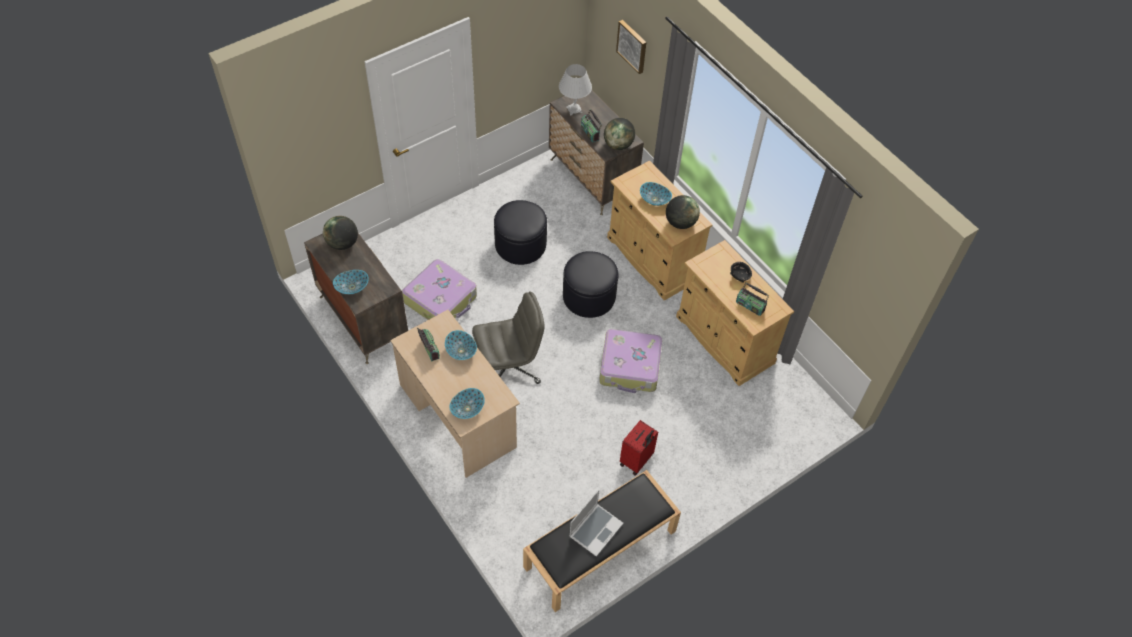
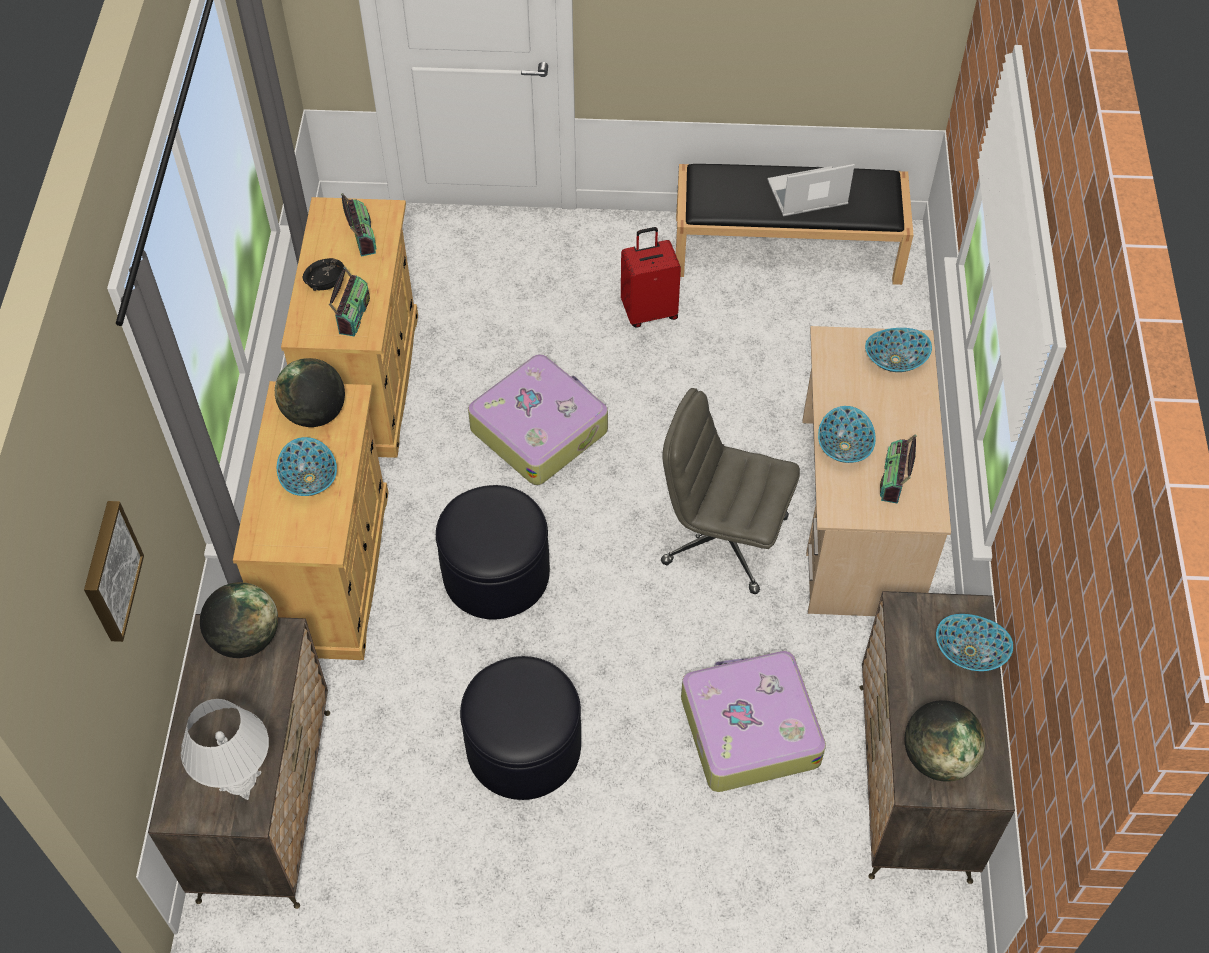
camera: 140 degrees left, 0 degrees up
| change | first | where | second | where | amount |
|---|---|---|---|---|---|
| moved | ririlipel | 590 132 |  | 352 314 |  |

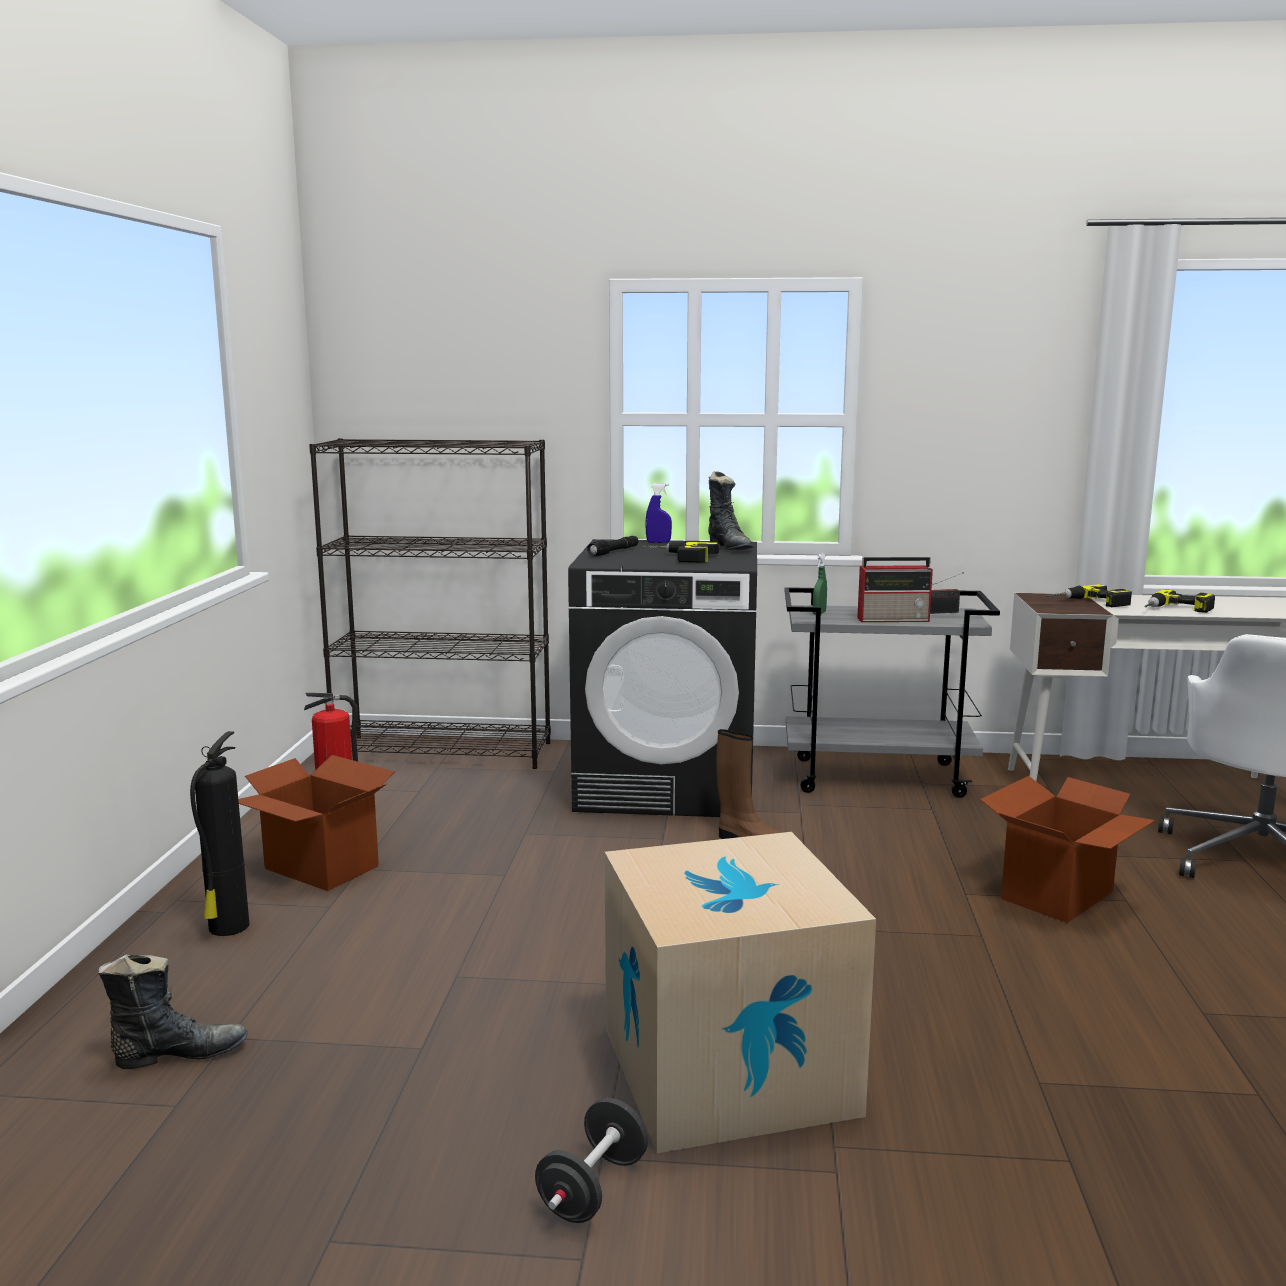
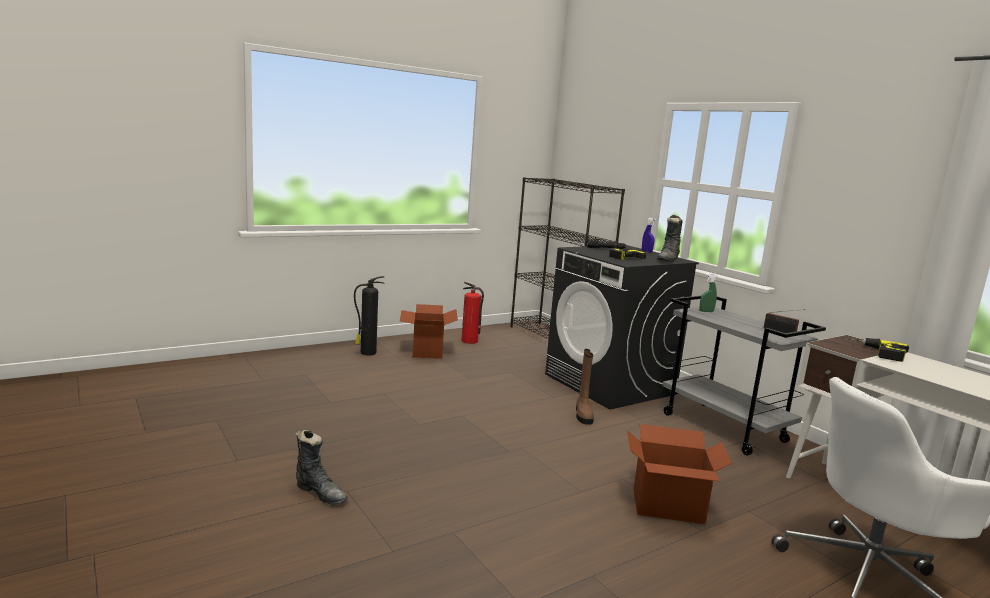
camera: 50 degrees right, 0 degrees up
| change | first | where | second | where | amount |
|---|---|---|---|---|---|
| removed | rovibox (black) | 593 1189 |  |  |  |
| removed | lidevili | 728 1070 |  |  |  |
| removed | ririlipel | 894 619 |  |  |  |
| removed | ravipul | 1176 610 |  |  |  |
| moved | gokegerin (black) | 178 1054 |  | 320 493 |  |

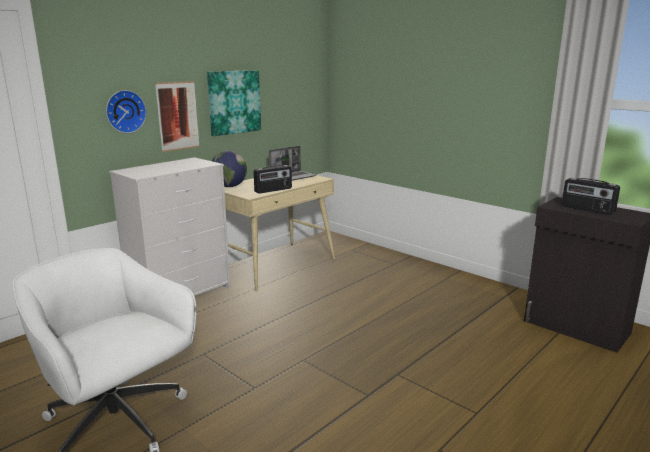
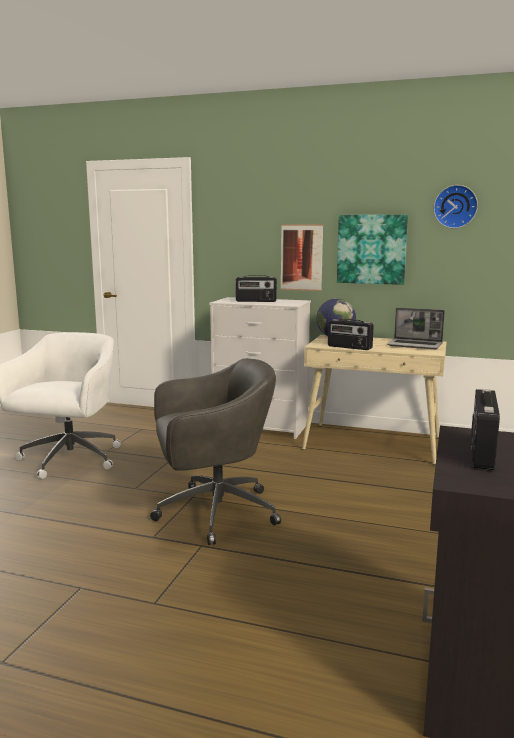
camera: 65 degrees right, 5 degrees down
| change | first | where | second | where | amount |
|---|---|---|---|---|---|
| added |  |  | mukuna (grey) | 213 513 |  |
| added |  |  | ririlipel | 256 301 |  |
| moved | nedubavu | 125 111 |  | 455 206 |  |

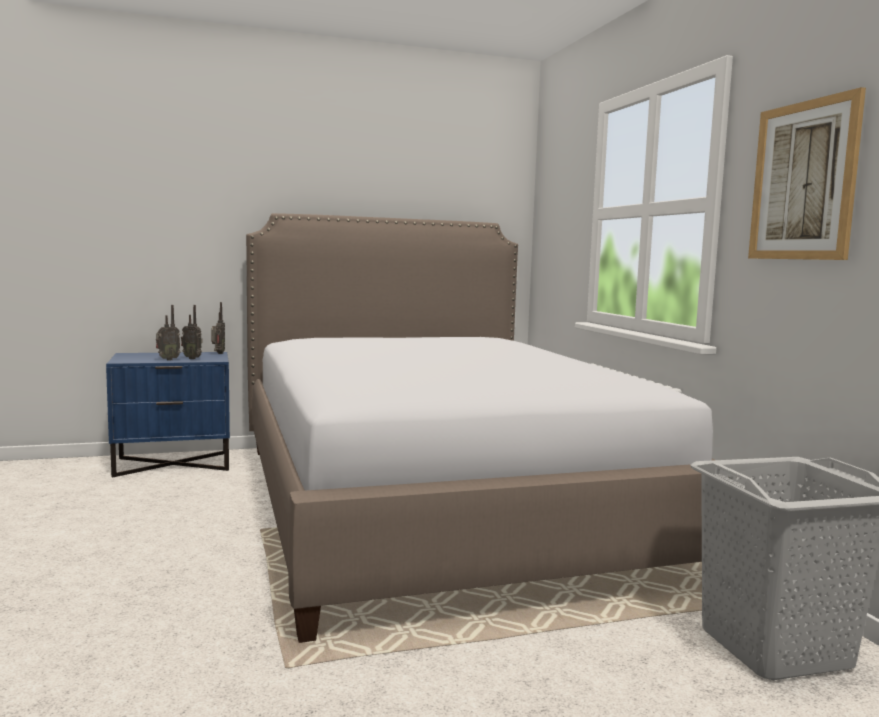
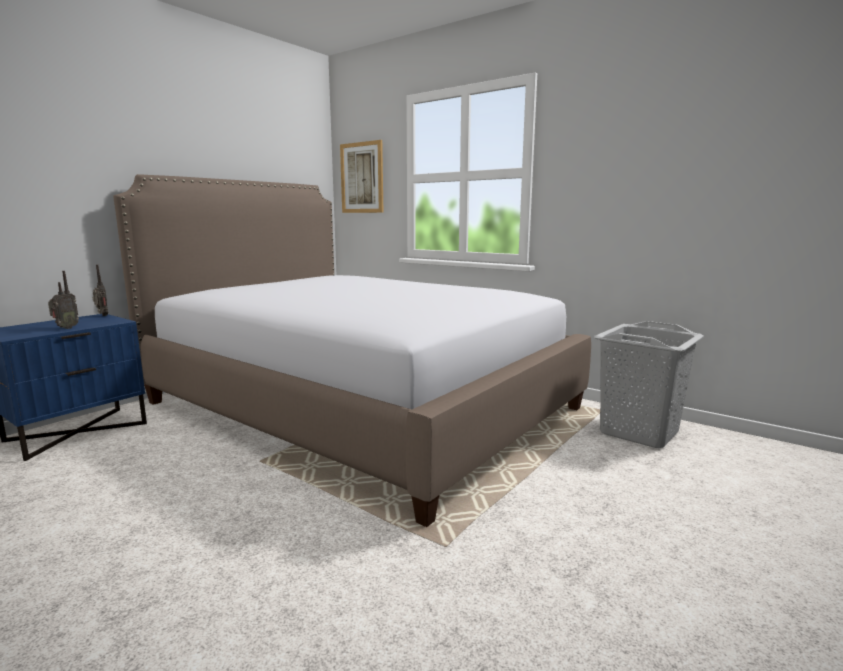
camera: 35 degrees left, 5 degrees up
| change | first | where | second | where | amount |
|---|---|---|---|---|---|
| removed | ririlipel | 193 358 |  |  |  |
| moved | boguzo | 803 181 |  | 362 178 |  |

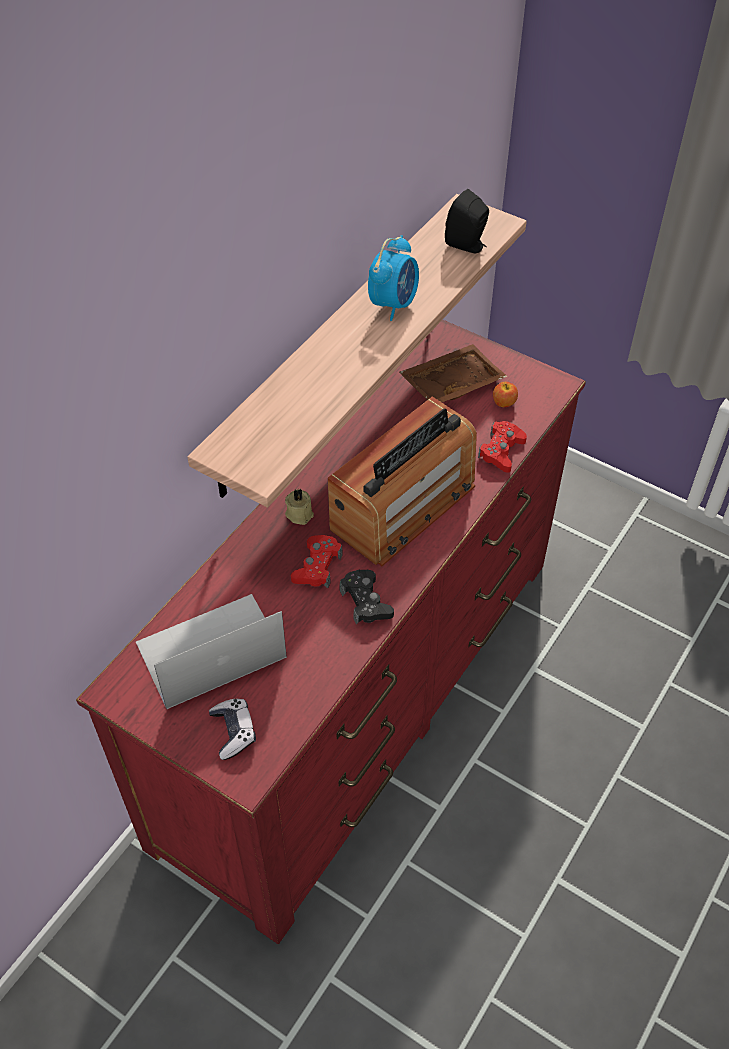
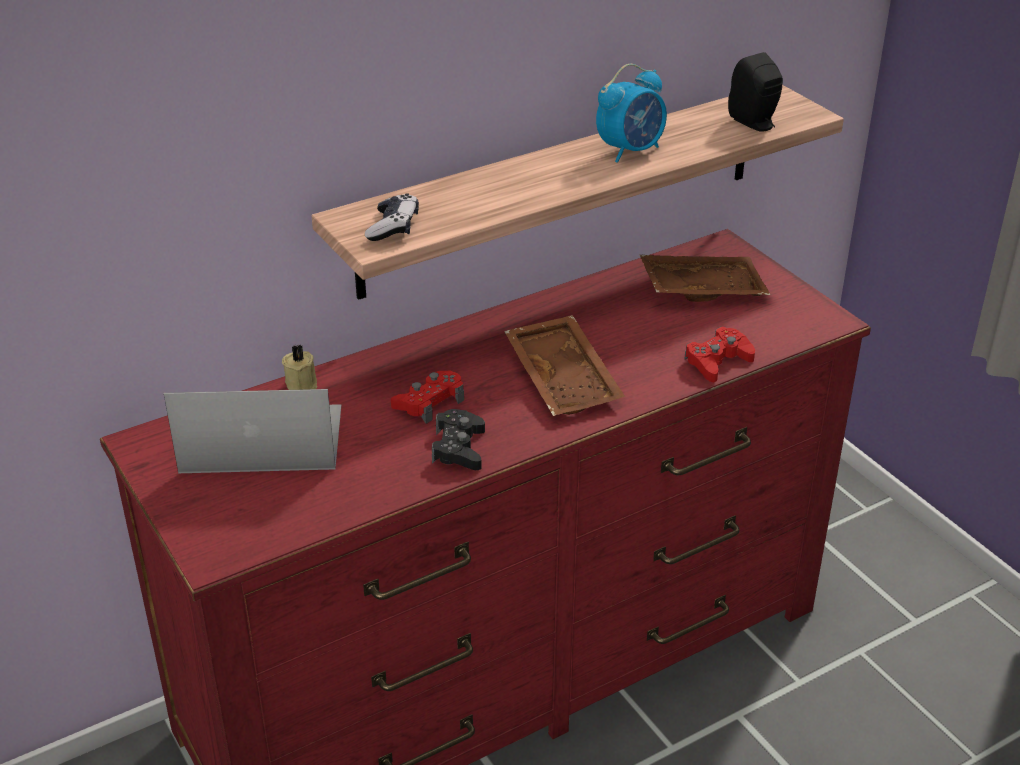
camera: 25 degrees right, 15 degrees down
| change | first | where | second | where | amount |
|---|---|---|---|---|---|
| removed | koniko | 504 402 |  |  |  |
| moved | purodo | 233 732 |  | 393 227 |  |
| moved | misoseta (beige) | 299 513 |  | 302 383 |  |
| replaced | ririlipel | 403 507 | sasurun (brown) | 565 379 |  |

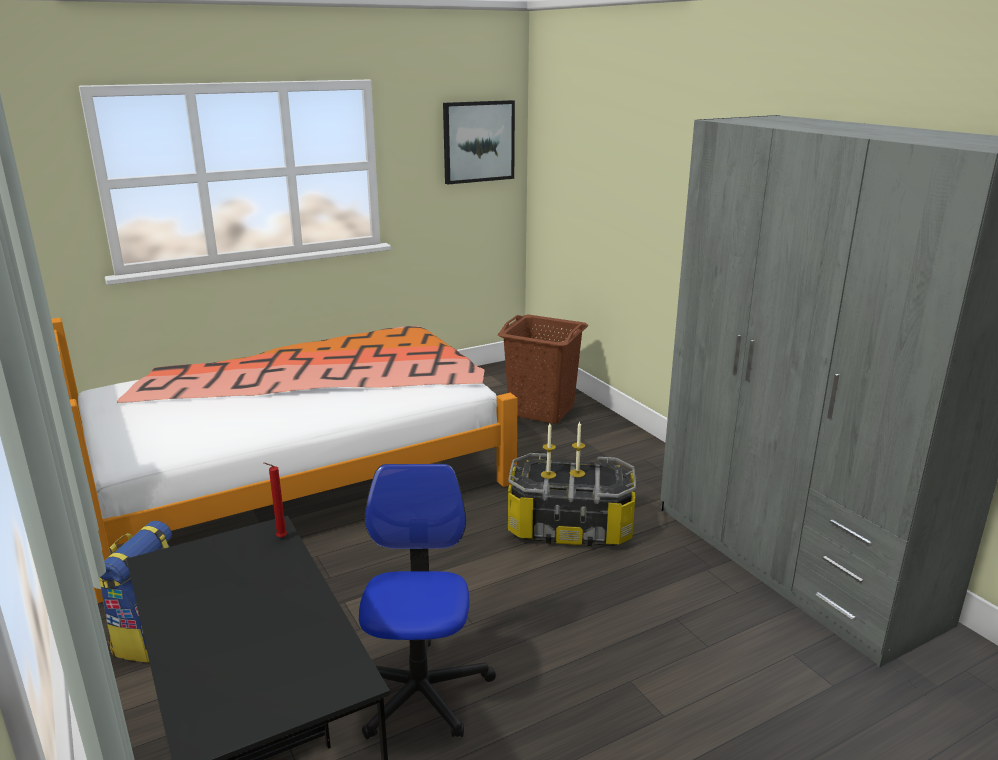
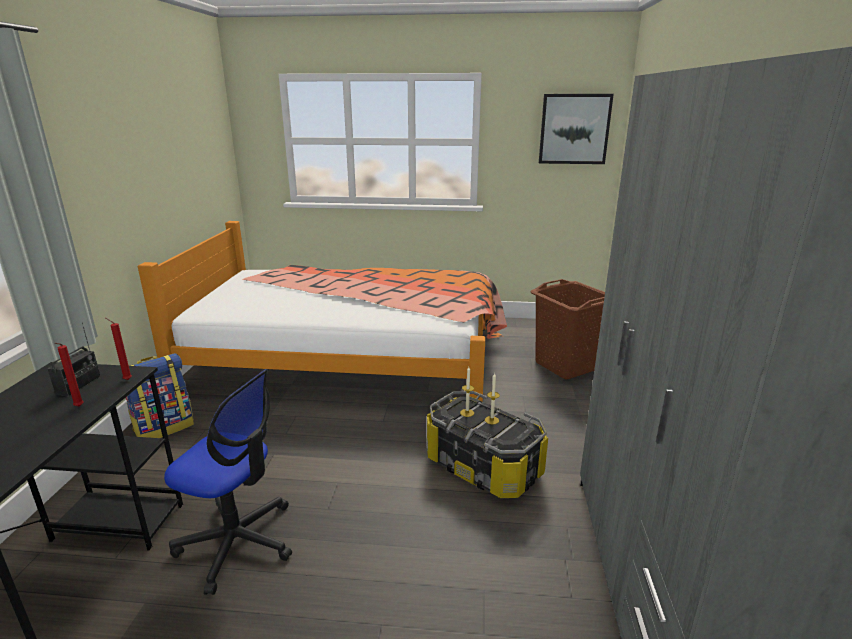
camera: 35 degrees right, 0 degrees up
| change | first | where | second | where | amount |
|---|---|---|---|---|---|
| added |  |  | ririlipel | 79 385 |  |
| added |  |  | misoseta (red) | 78 407 |  |
| turned | mukuna | 420 692 |  | 238 542 | 75 degrees clockwise |

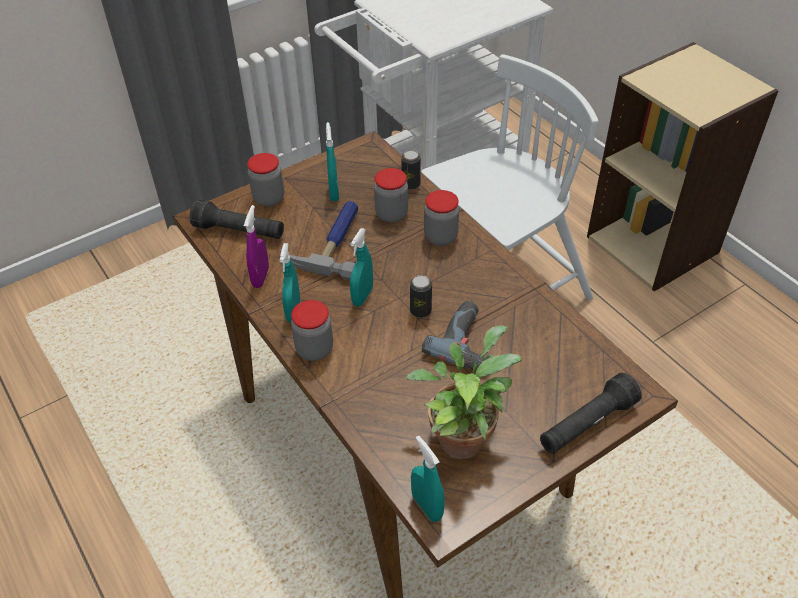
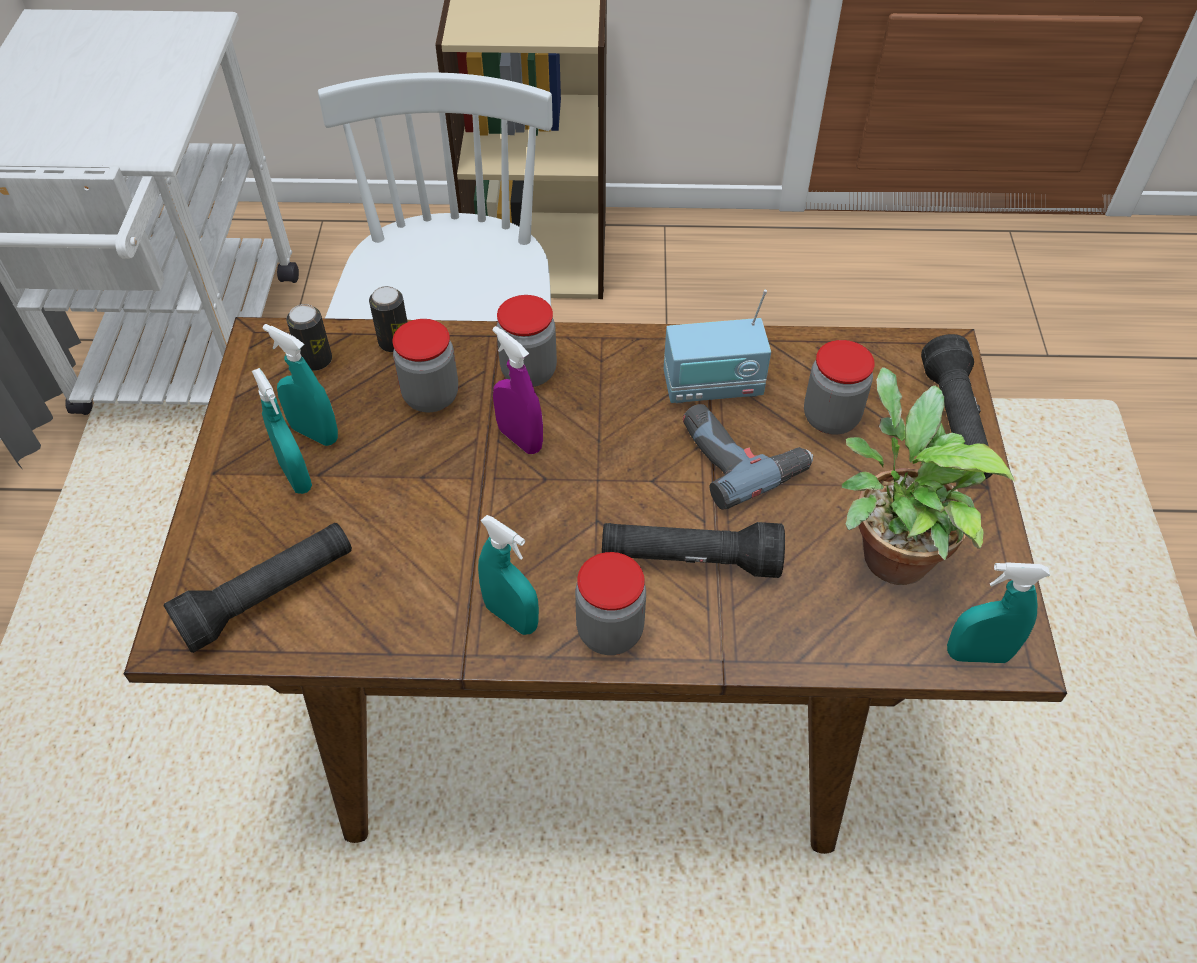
camera: 55 degrees left, 5 degrees up
| change | first | where | second | where | amount |
|---|---|---|---|---|---|
| removed | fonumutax | 332 241 |  |  |  |
| added |  |  | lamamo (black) | 690 560 |  |
| added |  |  | ririlipel | 712 387 |  |
| moved | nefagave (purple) | 260 277 |  | 520 439 |  |
| moved | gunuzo | 269 198 |  | 830 418 |  |
| moved | nefagave (turquoise) | 362 296 |  | 296 476 |  |
| moved | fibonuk | 420 310 |  | 316 360 |  |

